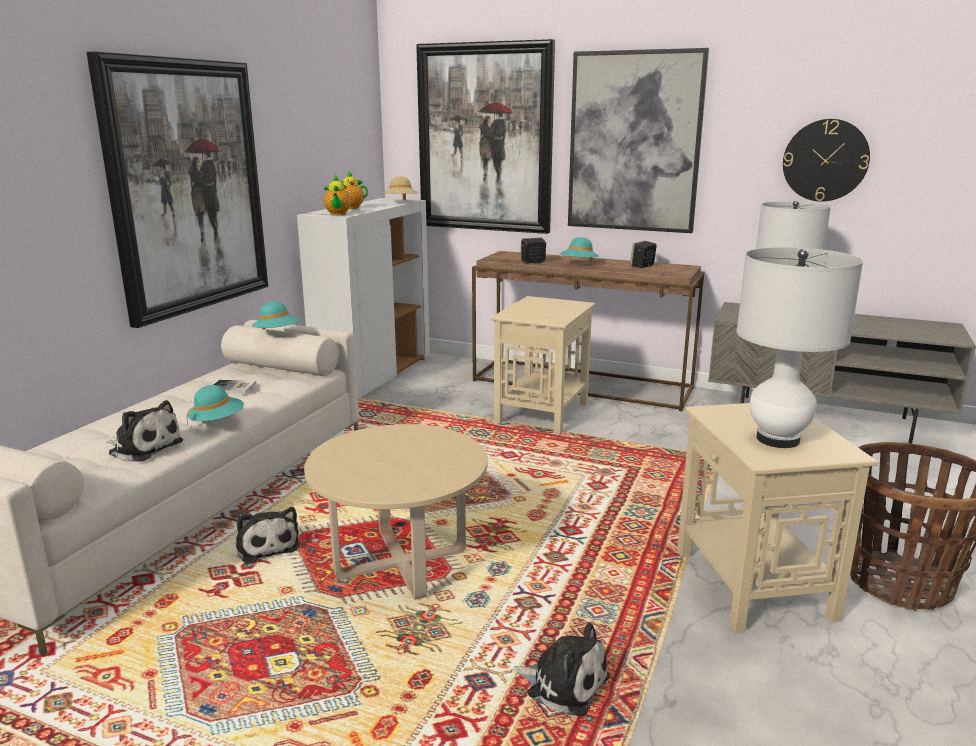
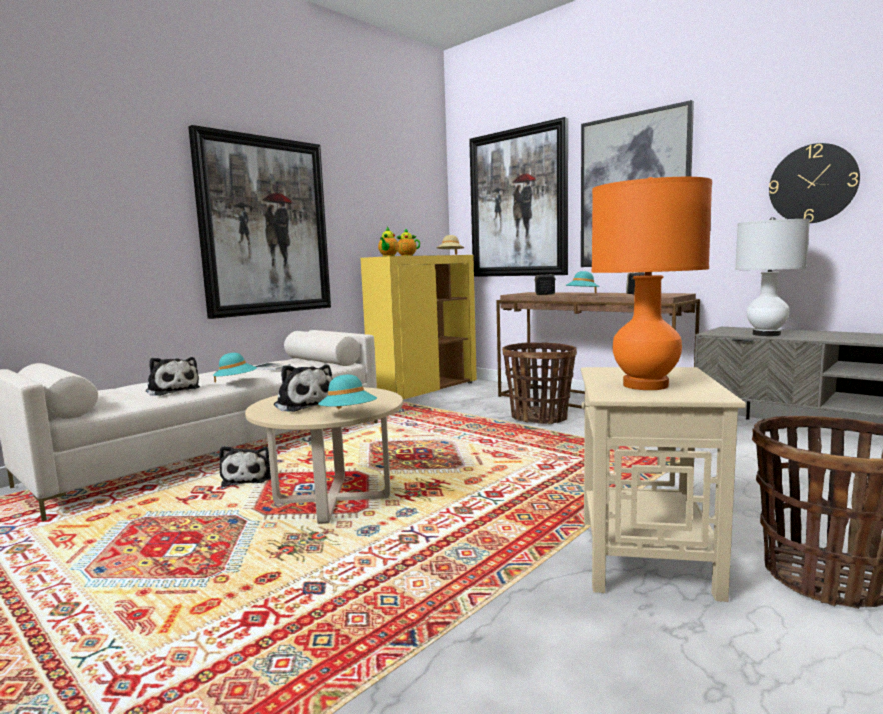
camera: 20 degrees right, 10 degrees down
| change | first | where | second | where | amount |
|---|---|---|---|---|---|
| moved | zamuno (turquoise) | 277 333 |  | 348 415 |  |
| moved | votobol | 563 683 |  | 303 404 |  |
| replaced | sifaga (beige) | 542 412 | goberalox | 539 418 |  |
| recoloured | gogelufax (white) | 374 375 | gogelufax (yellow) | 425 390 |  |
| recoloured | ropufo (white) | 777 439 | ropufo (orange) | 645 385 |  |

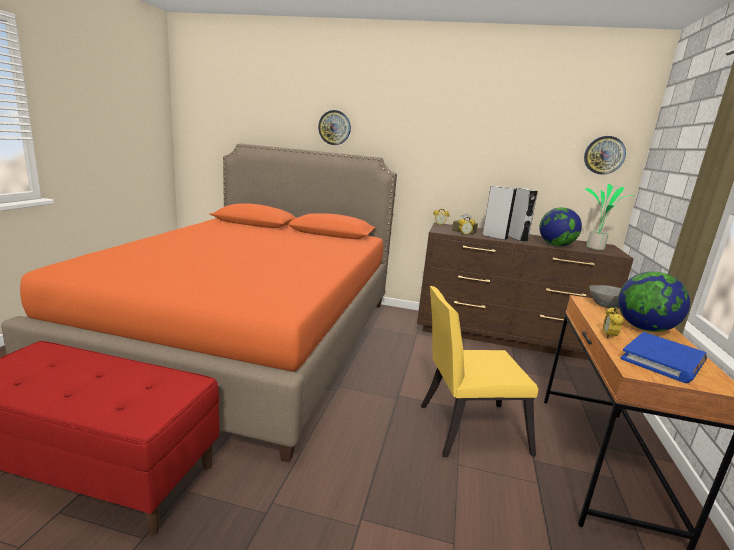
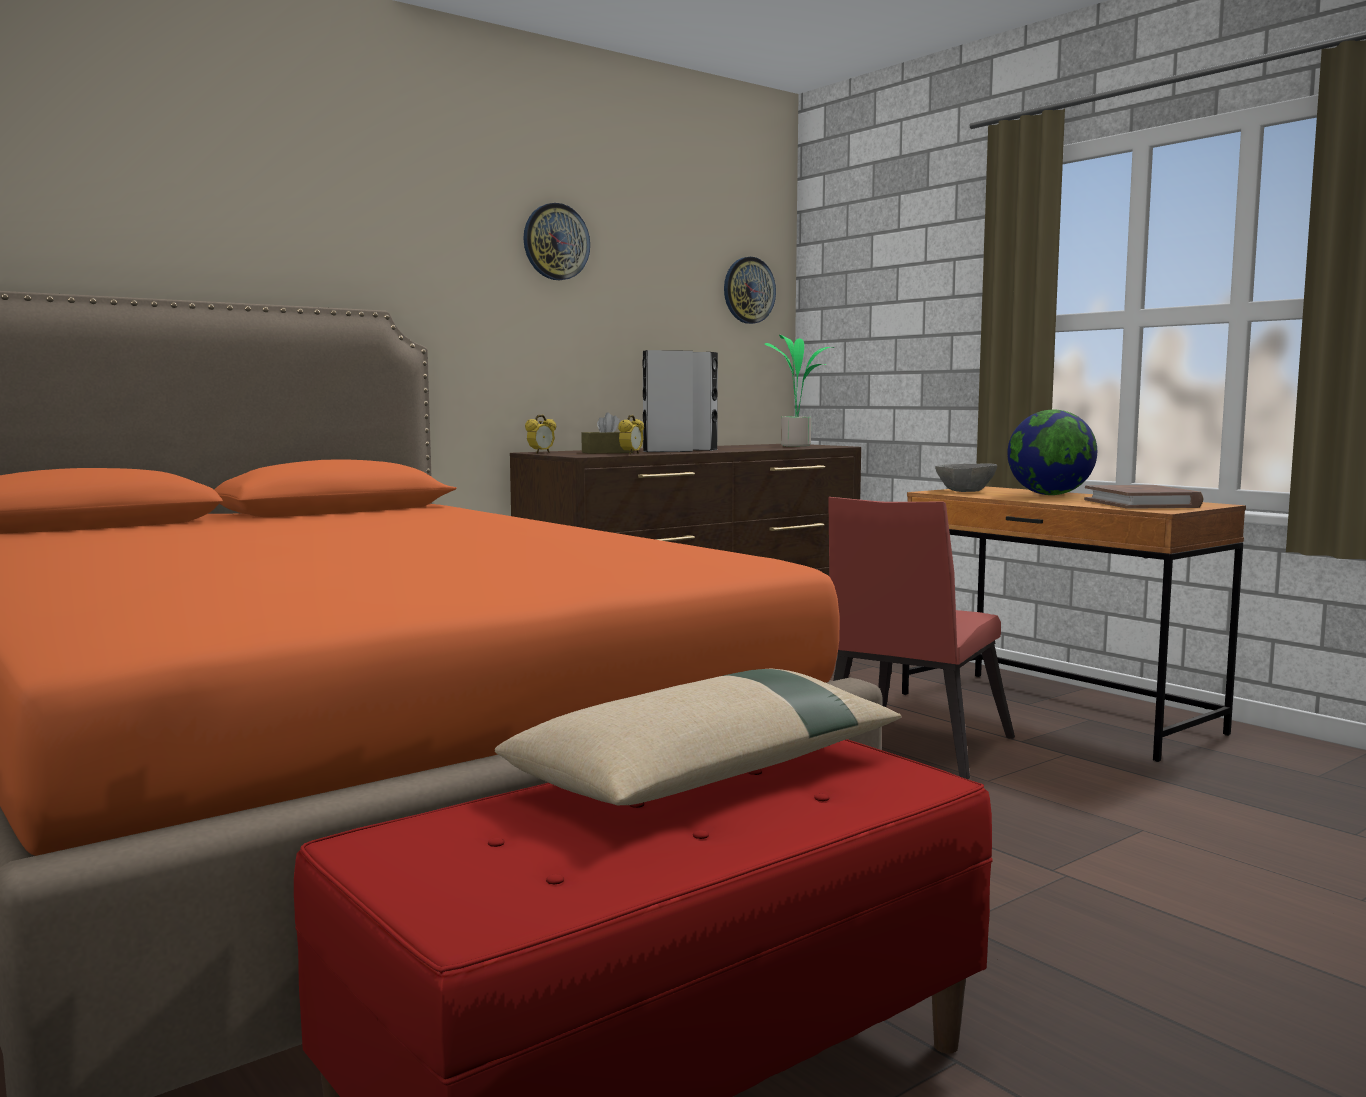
camera: 50 degrees left, 10 degrees down
| change | first | where | second | where | amount |
|---|---|---|---|---|---|
| removed | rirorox | 556 245 |  |  |  |
| removed | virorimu | 608 336 |  |  |  |
| added |  |  | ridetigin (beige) | 710 772 |  |
| moved | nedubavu | 334 127 |  | 556 242 |  |
| recoloured | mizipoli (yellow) | 465 428 | mizipoli (red) | 910 751 |  |
| recoloured | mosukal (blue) | 663 361 | mosukal (brown) | 1142 503 |  |

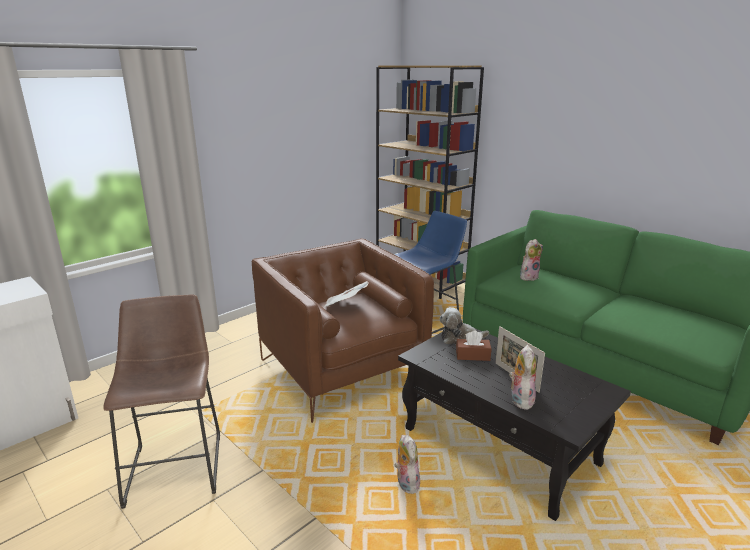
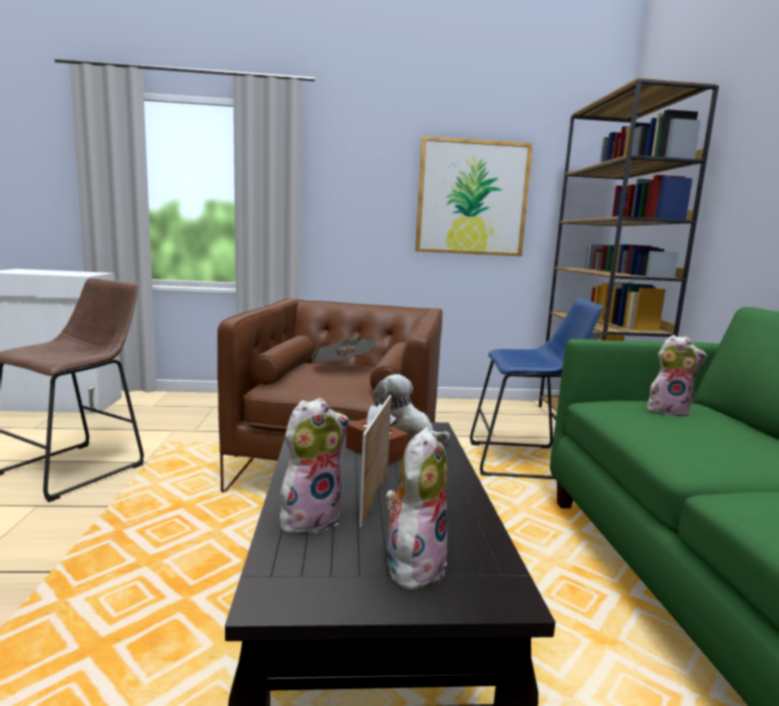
camera: 40 degrees right, 10 degrees down
| change | first | where | second | where | amount |
|---|---|---|---|---|---|
| added |  |  | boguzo | 472 198 |  |
| moved | votobol | 406 483 |  | 413 565 |  |

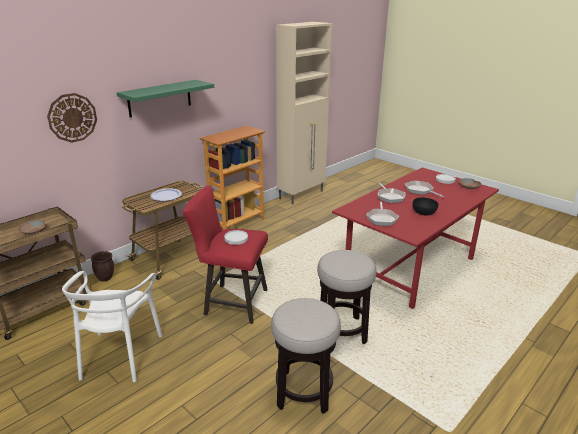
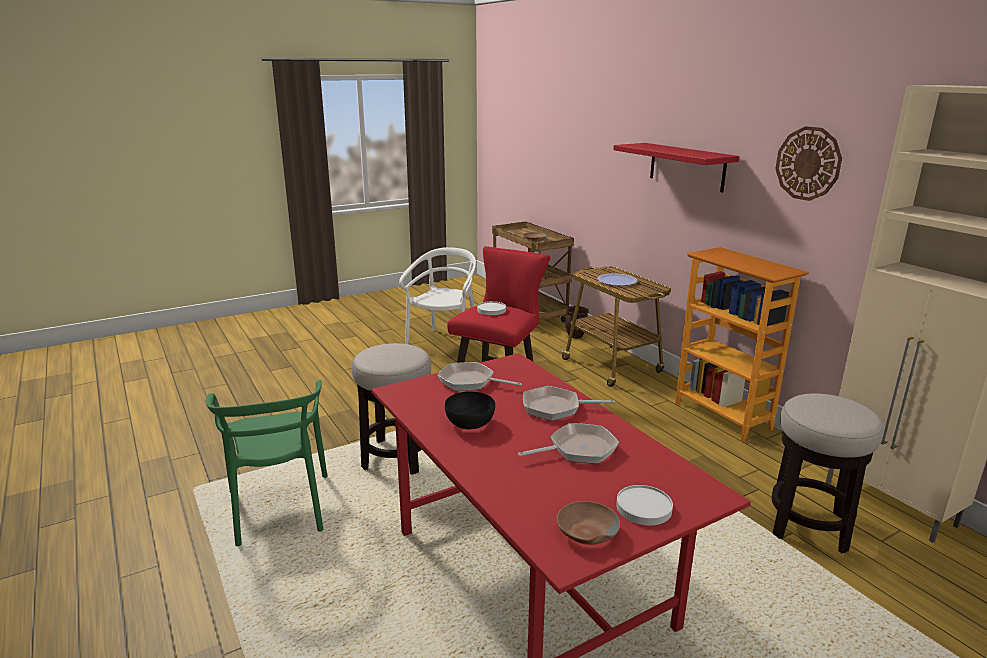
camera: 105 degrees right, 5 degrees down
| change | first | where | second | where | amount |
|---|---|---|---|---|---|
| added |  |  | mizipoli (green) | 279 508 |  |
| moved | nedubavu | 72 117 |  | 808 163 |  |
| moved | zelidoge | 304 392 |  | 808 525 |  |
| recoloured | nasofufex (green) | 160 98 | nasofufex (red) | 686 166 |  |
| turned | mizipoli (white) | 120 355 |  | 444 344 | 90 degrees clockwise |

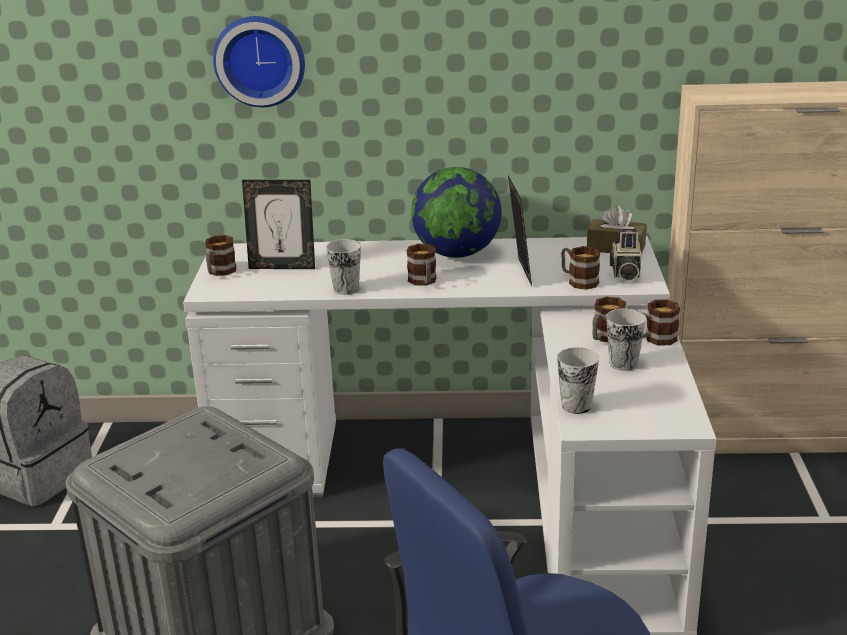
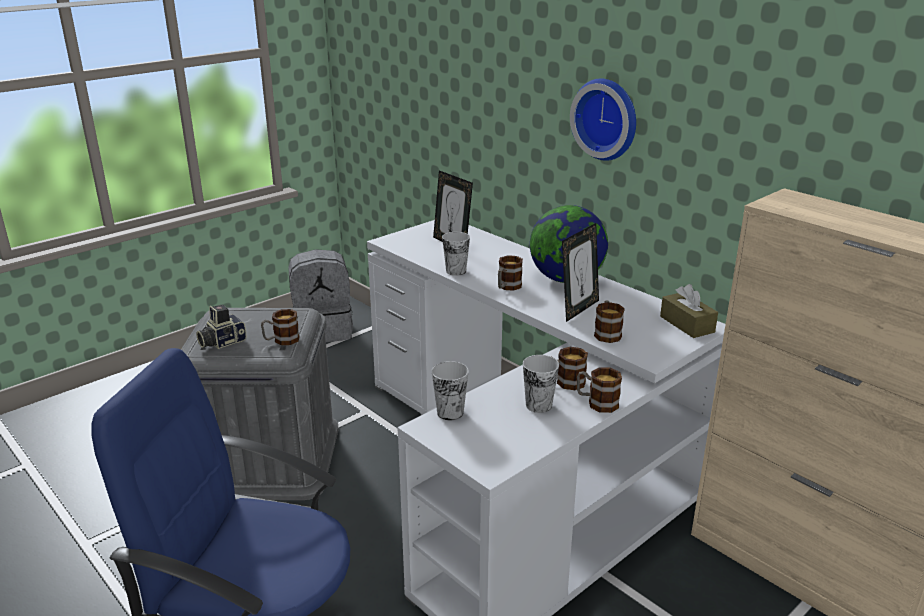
camera: 45 degrees right, 0 degrees up
| change | first | where | second | where | amount |
|---|---|---|---|---|---|
| moved | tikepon | 219 272 |  | 281 340 |  |
| moved | nedubavu | 260 60 |  | 607 118 |  |
| moved | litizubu | 624 273 |  | 222 342 |  |

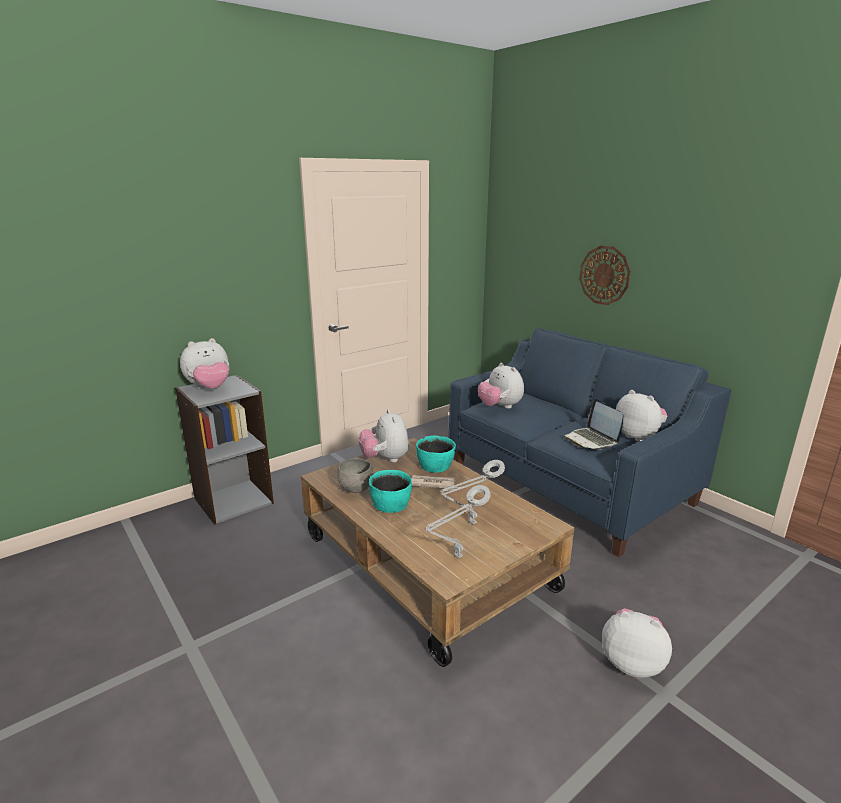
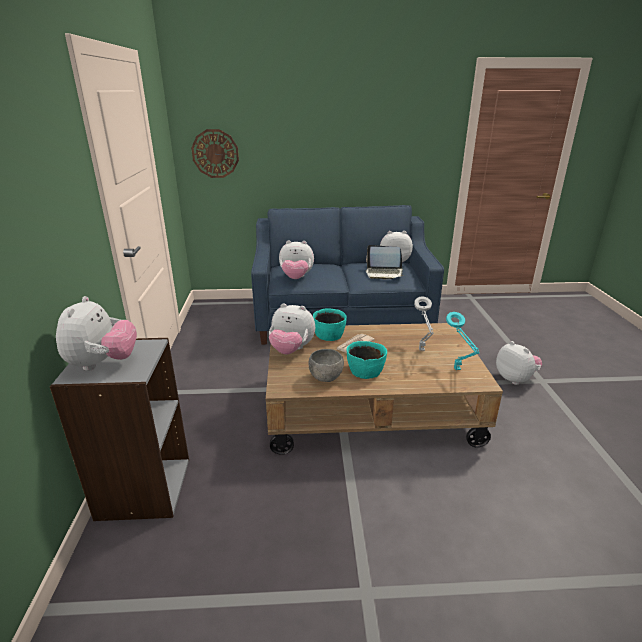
camera: 55 degrees left, 5 degrees up
| change | first | where | second | where | amount |
|---|---|---|---|---|---|
| moved | nedubavu | 604 275 |  | 215 153 |  |
| recoloured | ropufo (grey) | 456 557 | ropufo (turquoise) | 458 370 |  |
| turned | votobol | 632 662 |  | 515 379 | 90 degrees clockwise |

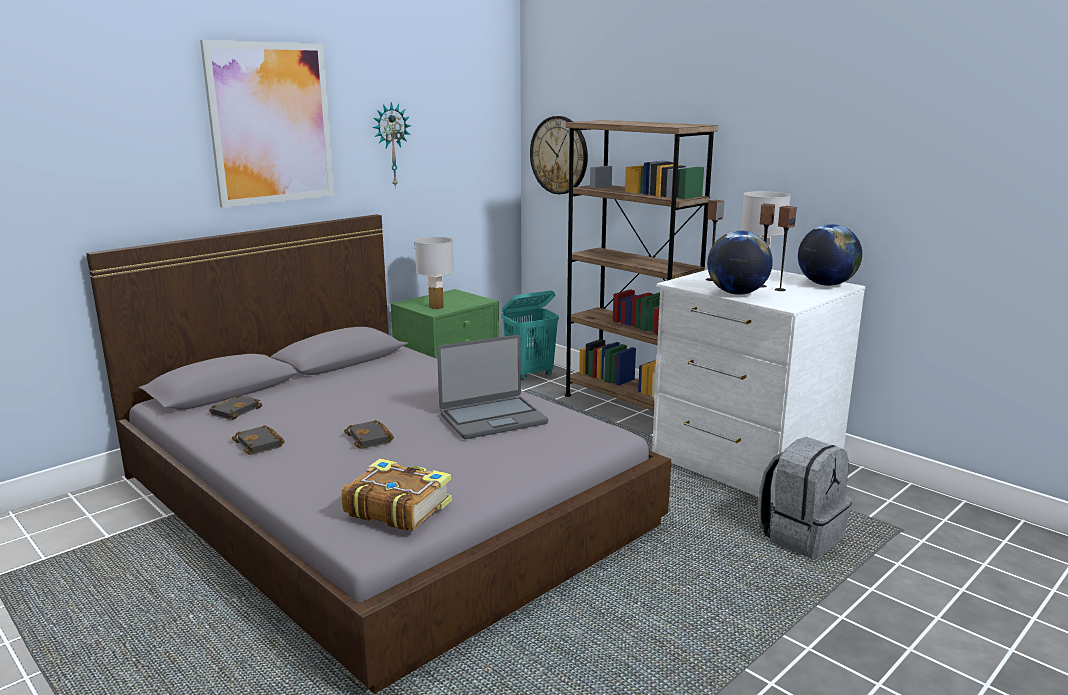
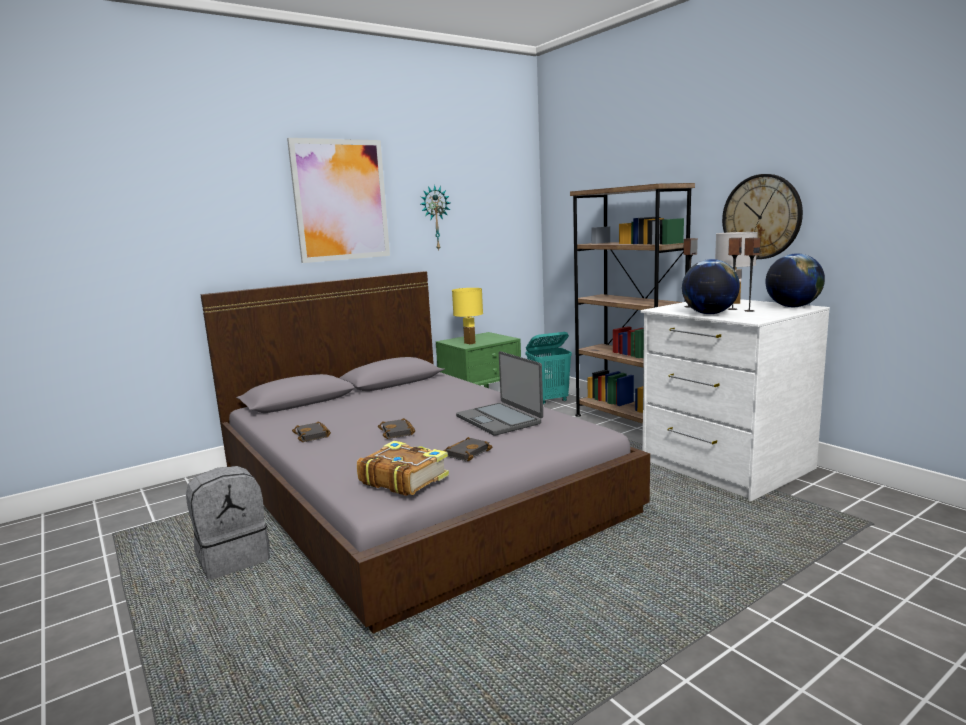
camera: 10 degrees right, 5 degrees down
| change | first | where | second | where | amount |
|---|---|---|---|---|---|
| moved | mosukal (black) | 236 410 |  | 467 452 |  |
| moved | nedubavu | 559 155 |  | 761 217 |  |
| moved | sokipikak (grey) | 800 536 |  | 234 558 |  |
| recoloured | ropufo (white) | 435 307 | ropufo (yellow) | 469 343 |  |
| turned | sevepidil | 492 418 |  | 499 420 | 75 degrees clockwise |

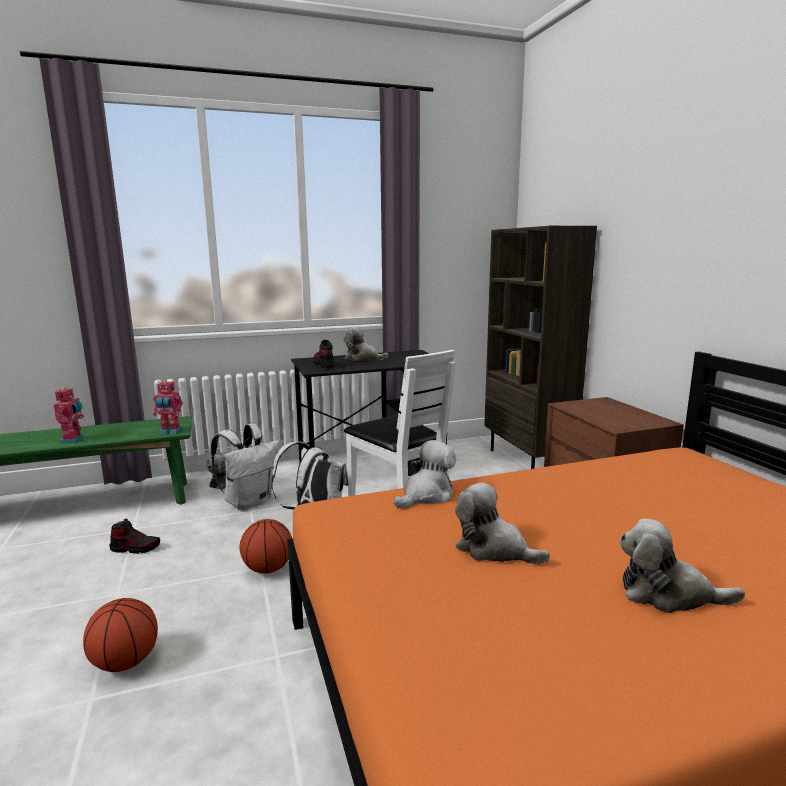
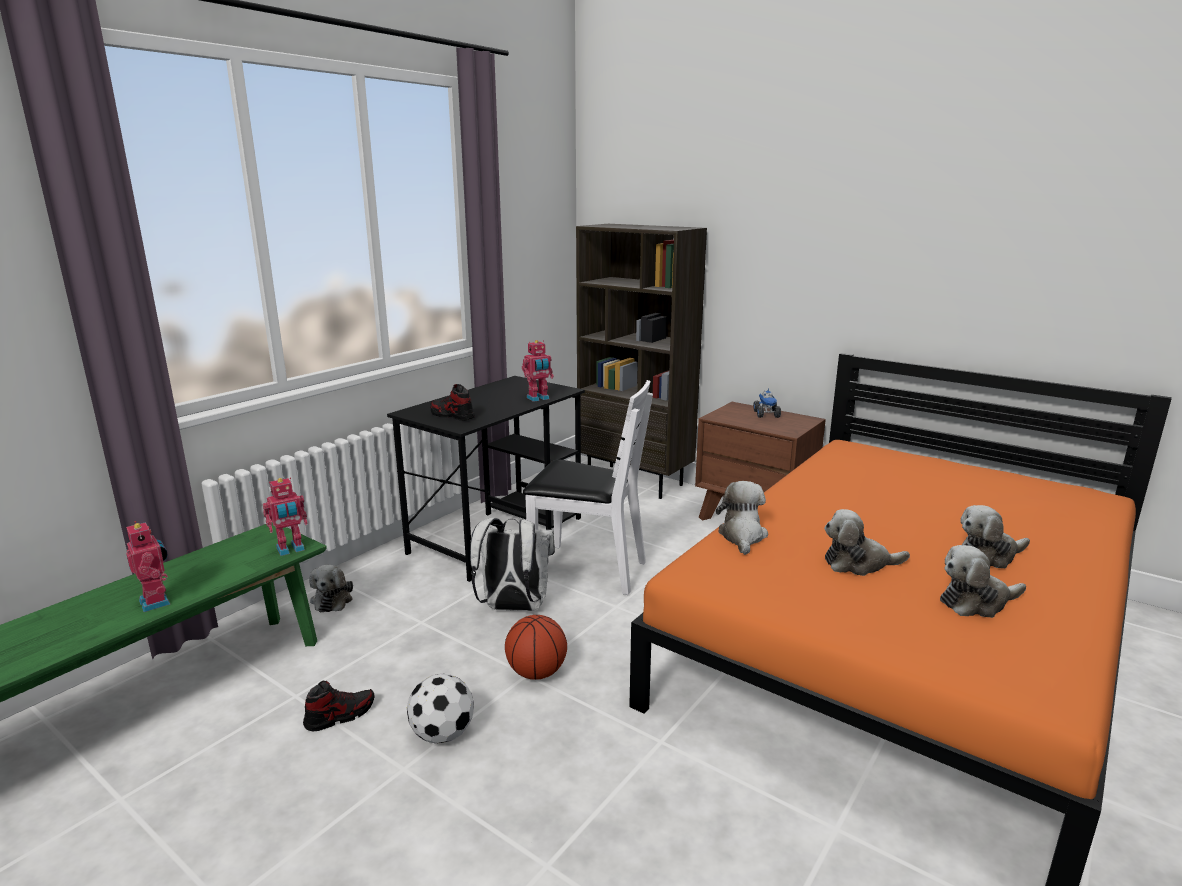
camera: 35 degrees left, 5 degrees up
| change | first | where | second | where | amount |
|---|---|---|---|---|---|
| removed | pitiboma | 125 663 |  |  |  |
| removed | sokipikak (white) | 249 502 |  |  |  |
| added |  |  | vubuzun | 442 733 |  |
| added |  |  | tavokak | 538 398 |  |
| added |  |  | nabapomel | 767 414 |  |
| moved | votobol | 363 358 |  | 976 602 |  |

